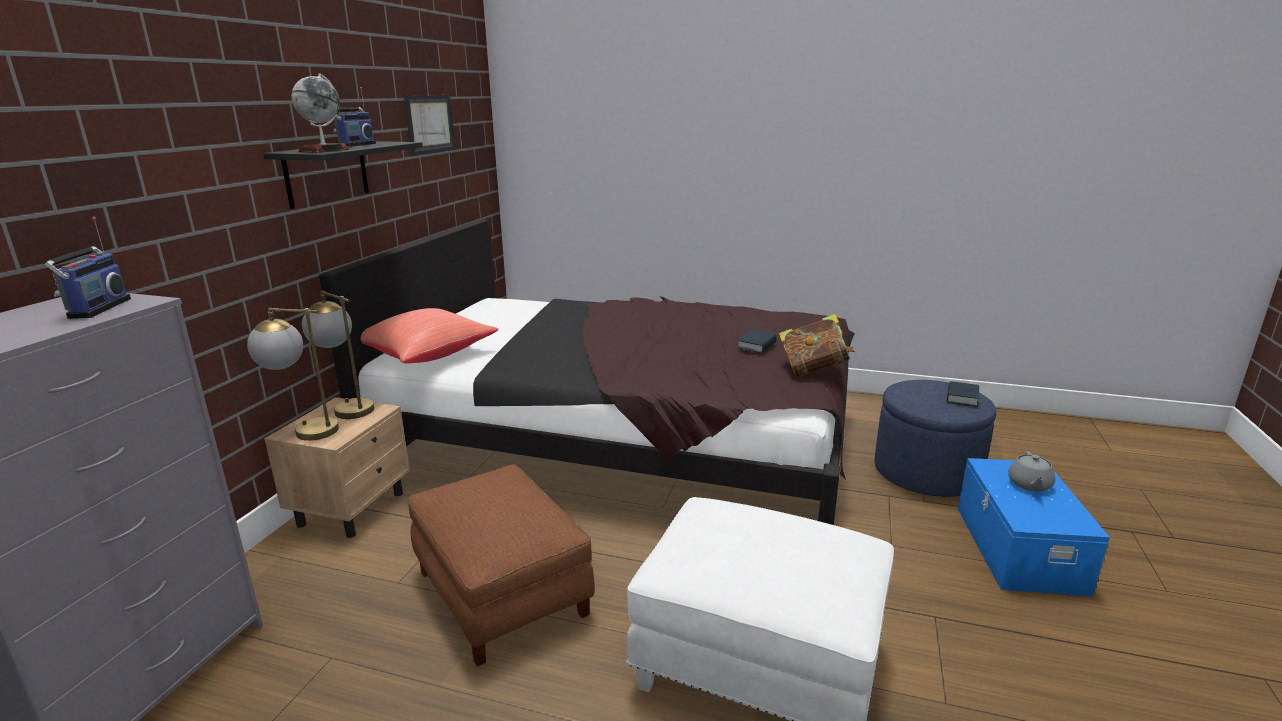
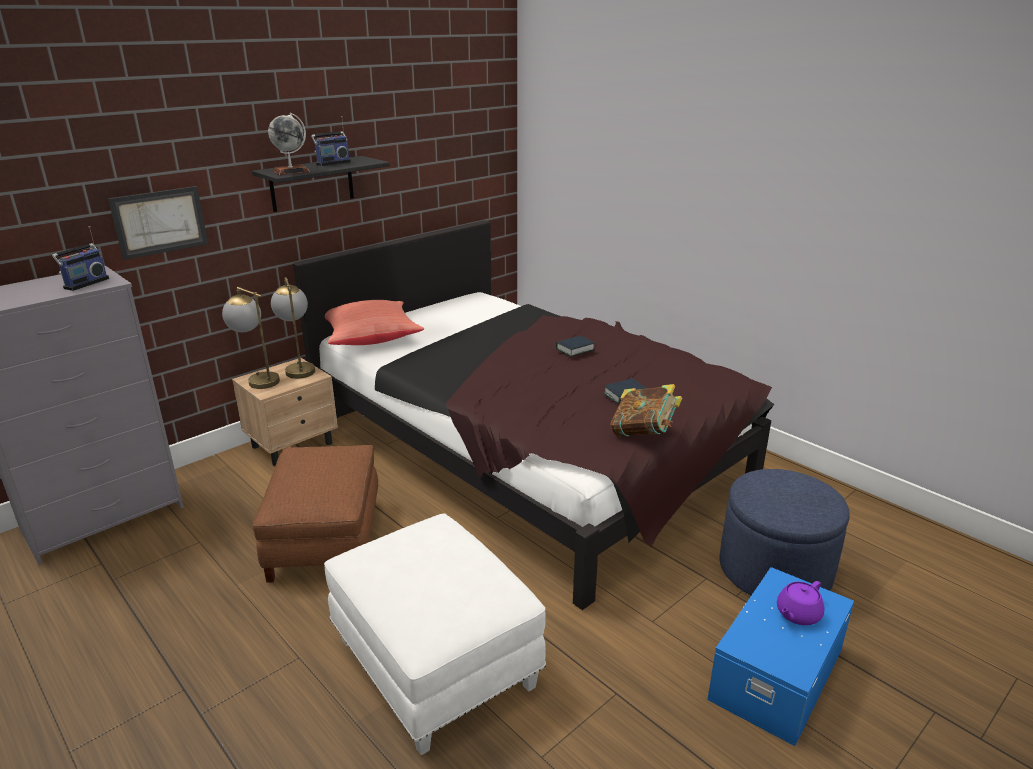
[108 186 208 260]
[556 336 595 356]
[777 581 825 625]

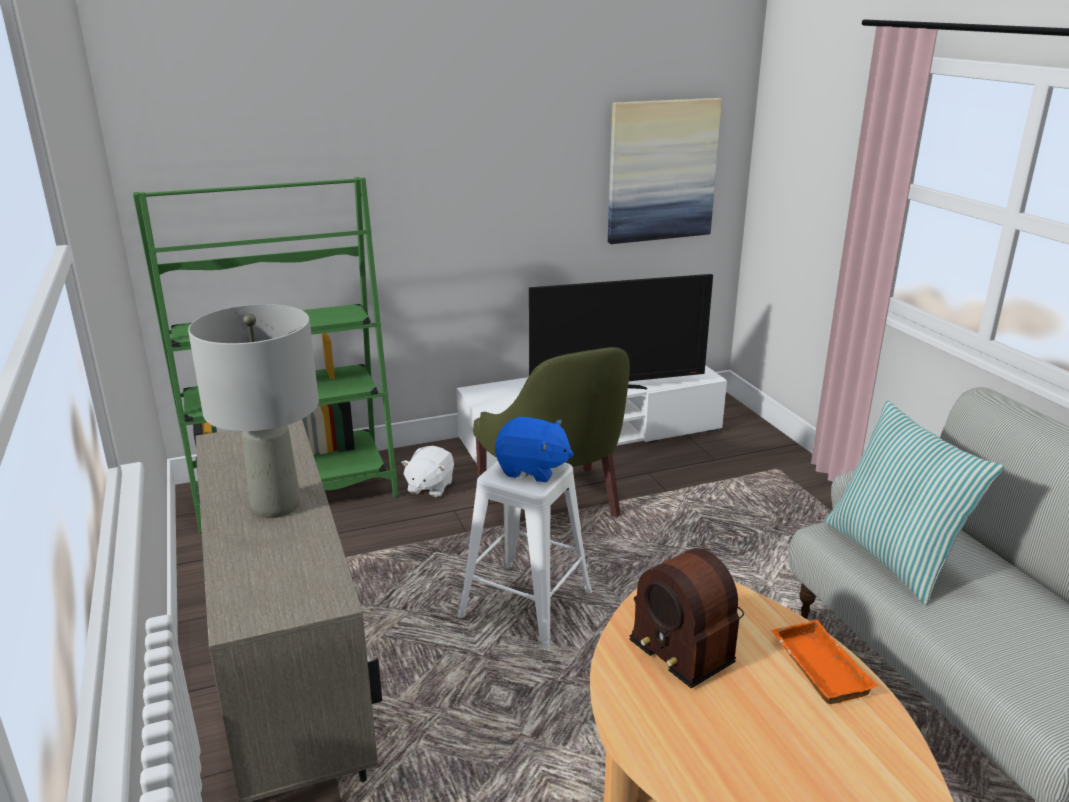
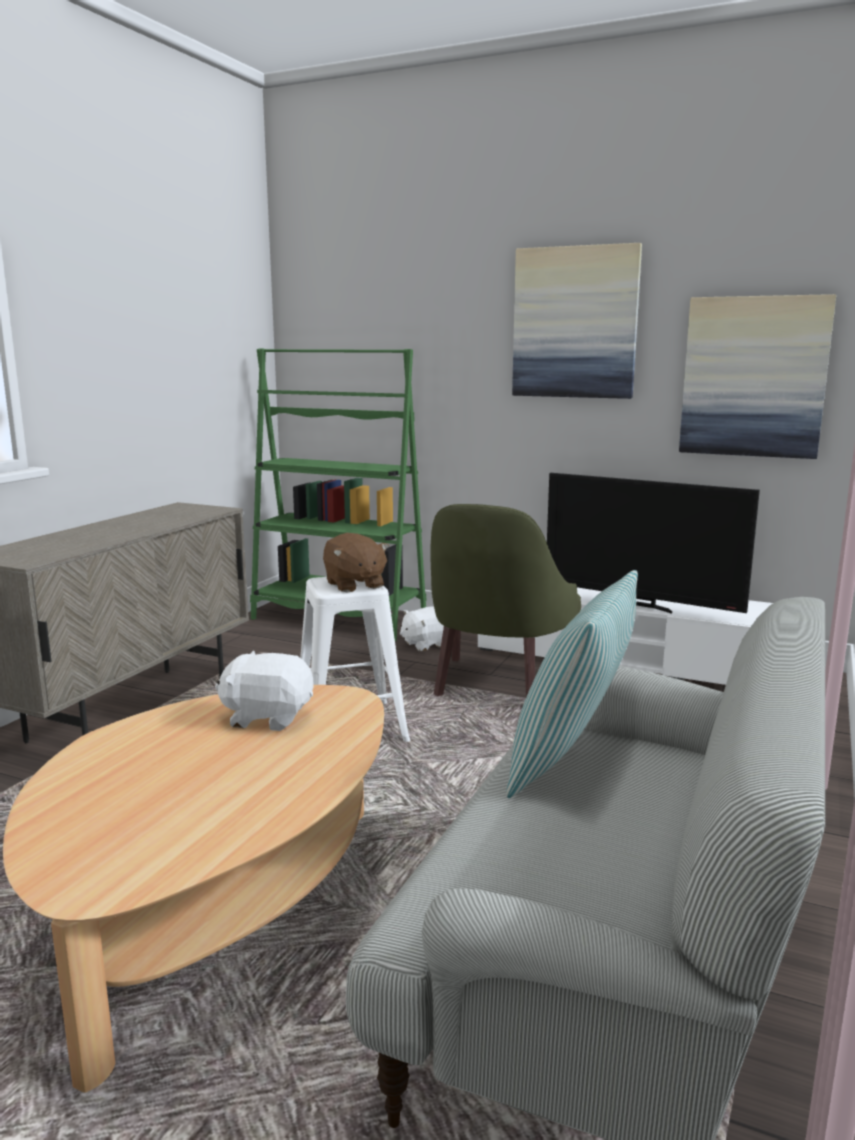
[188 304 319 518] (first image)
[323 533 389 593]
[215 651 314 731]
[771 620 878 704] (first image)
[512 243 642 399]

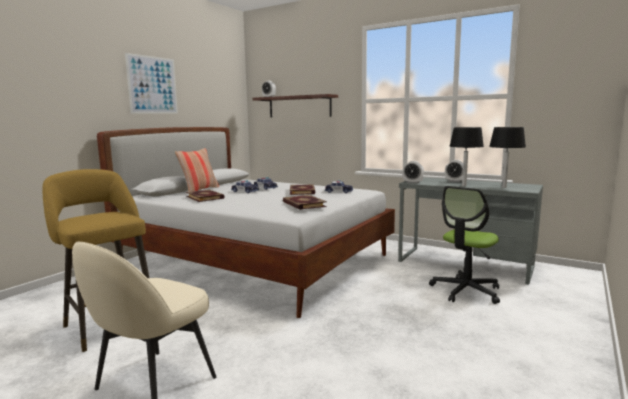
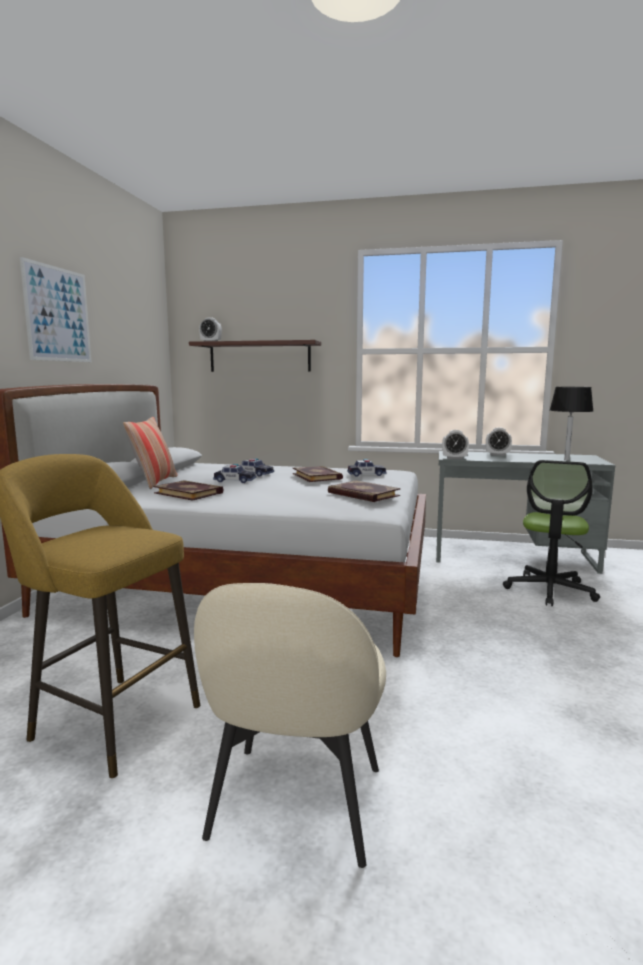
[449 127 484 186] (first image)

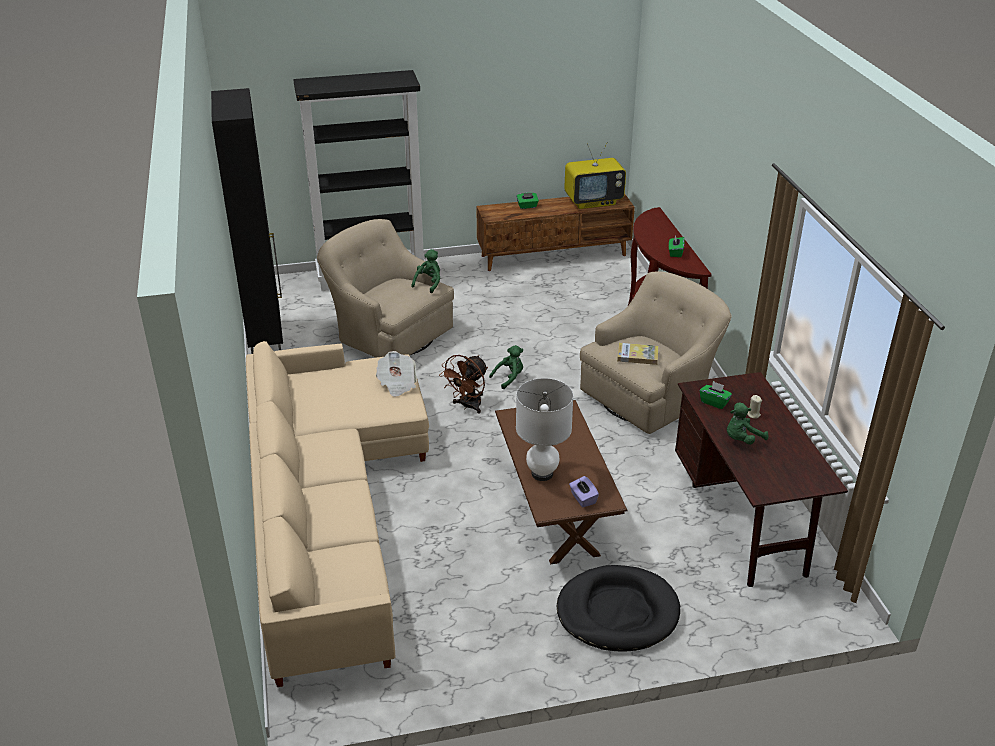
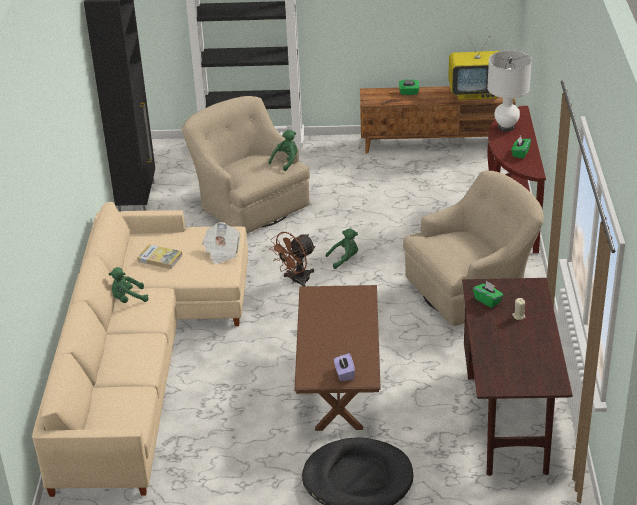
[487 50 532 132]
[137 244 183 269]
[109 267 149 303]

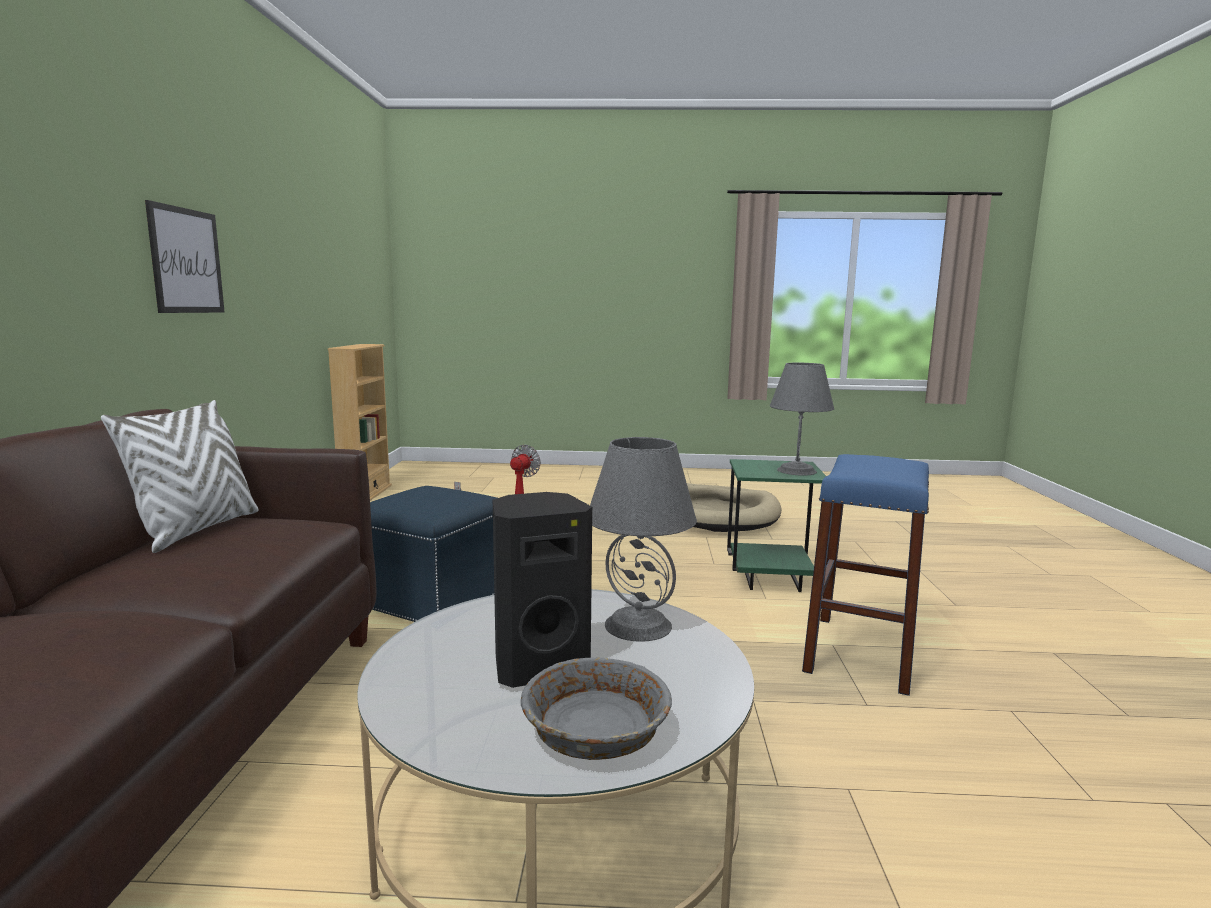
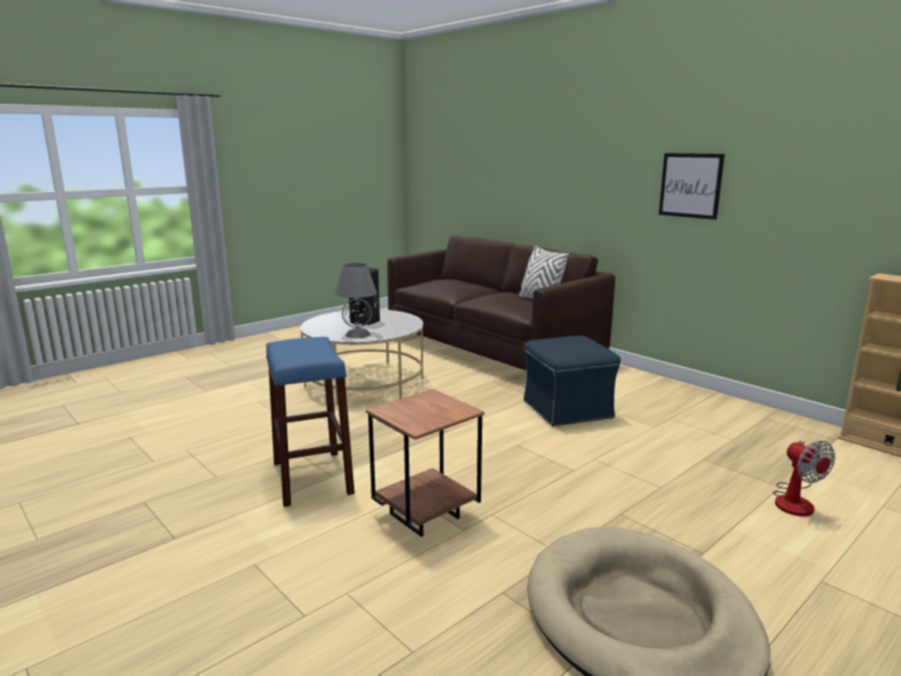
[521 657 672 760] (first image)
[366 389 485 537]
[770 363 834 476] (first image)

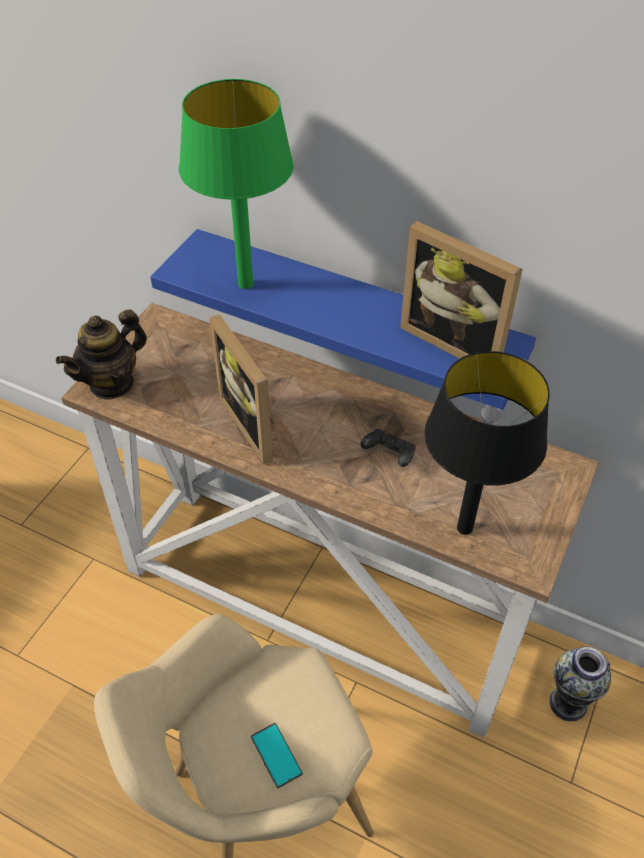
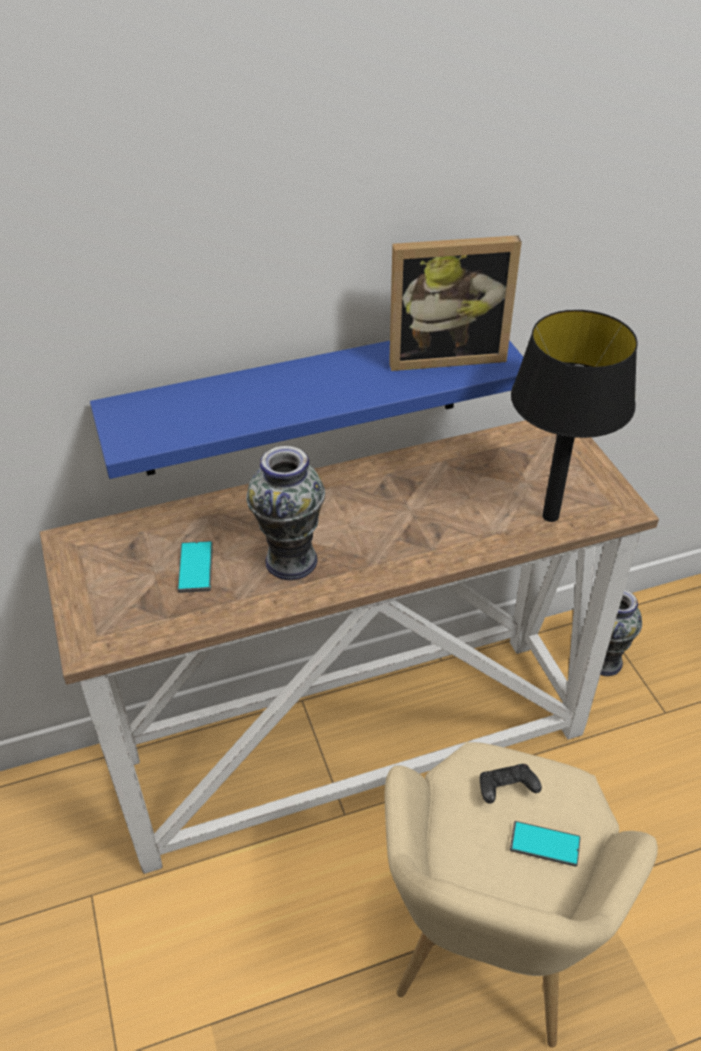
[56 309 147 400] (first image)
[179 79 294 289] (first image)
[246 446 325 580]
[480 764 542 804]
[177 541 213 593]

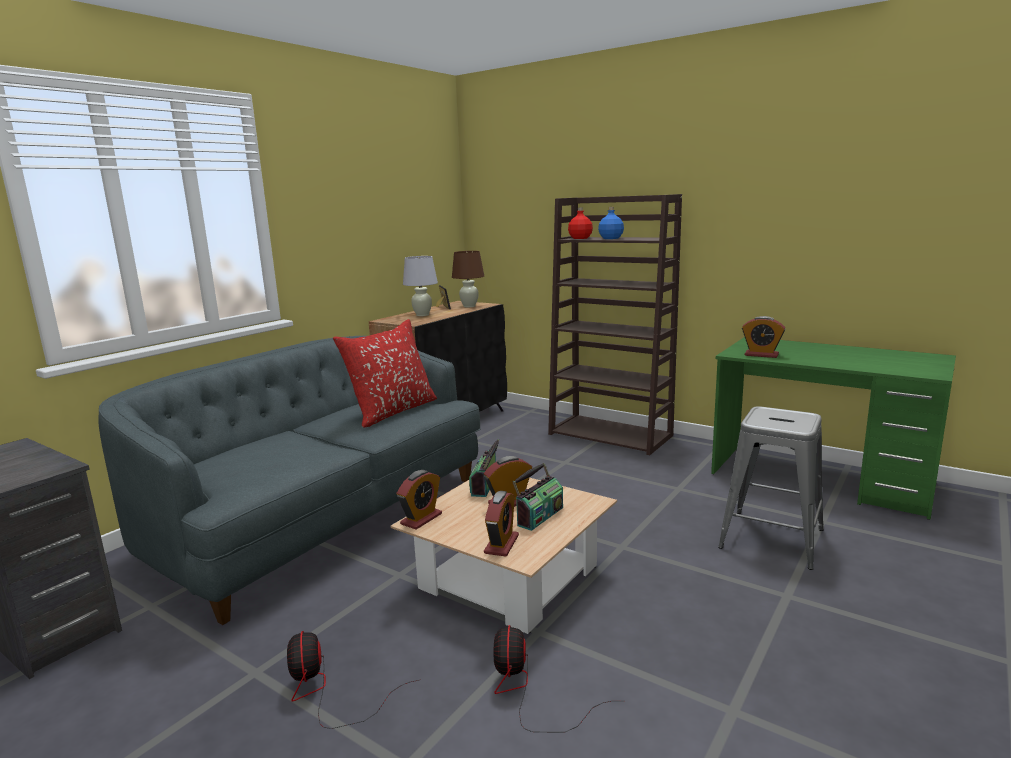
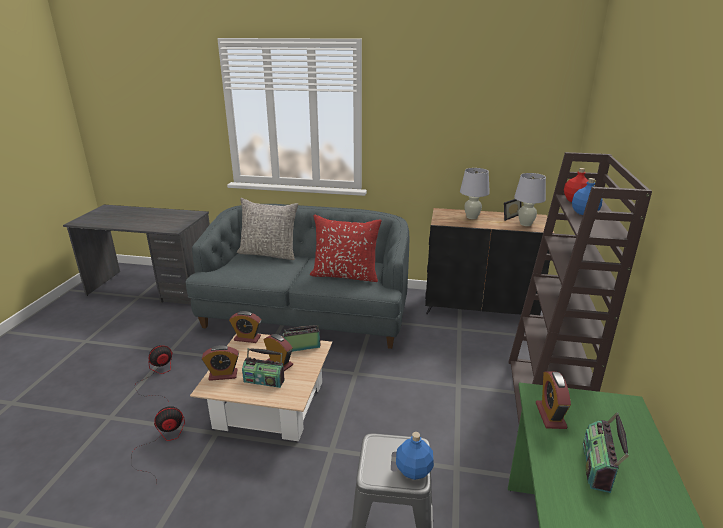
[514 173 546 226]
[237 198 298 260]
[396 432 434 480]
[583 412 629 493]

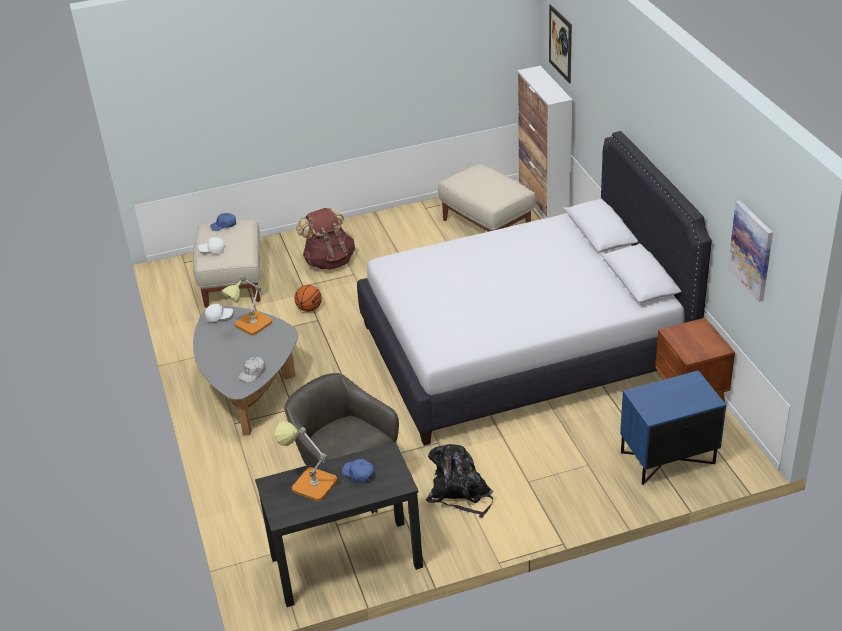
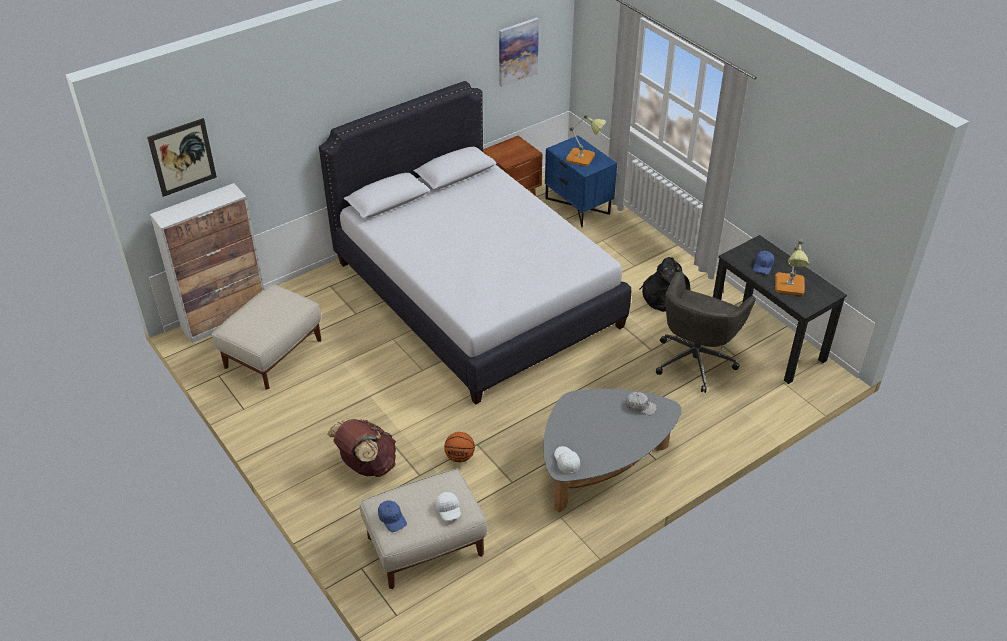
[566 114 606 166]

